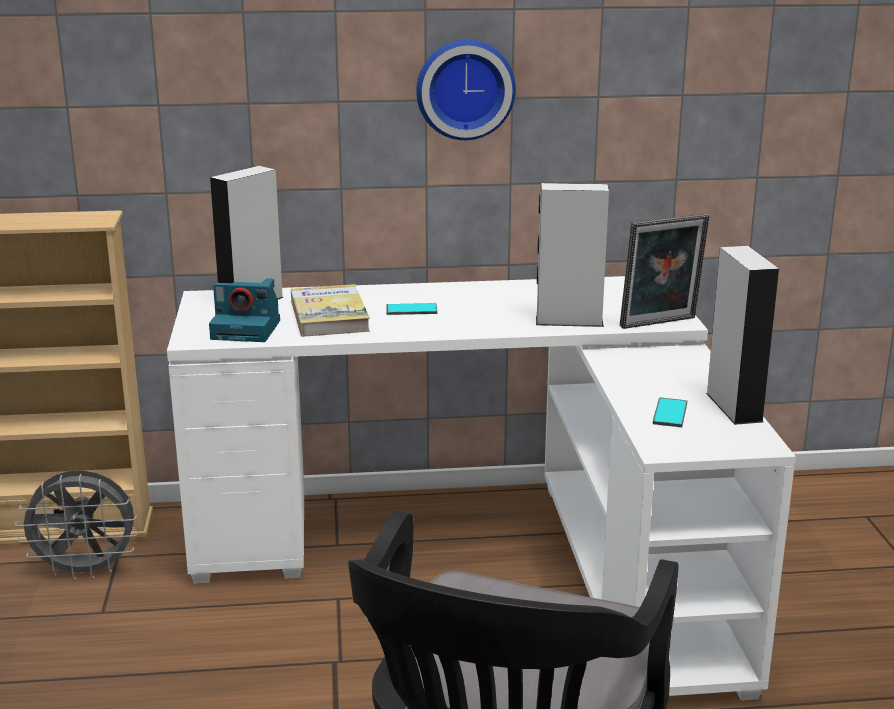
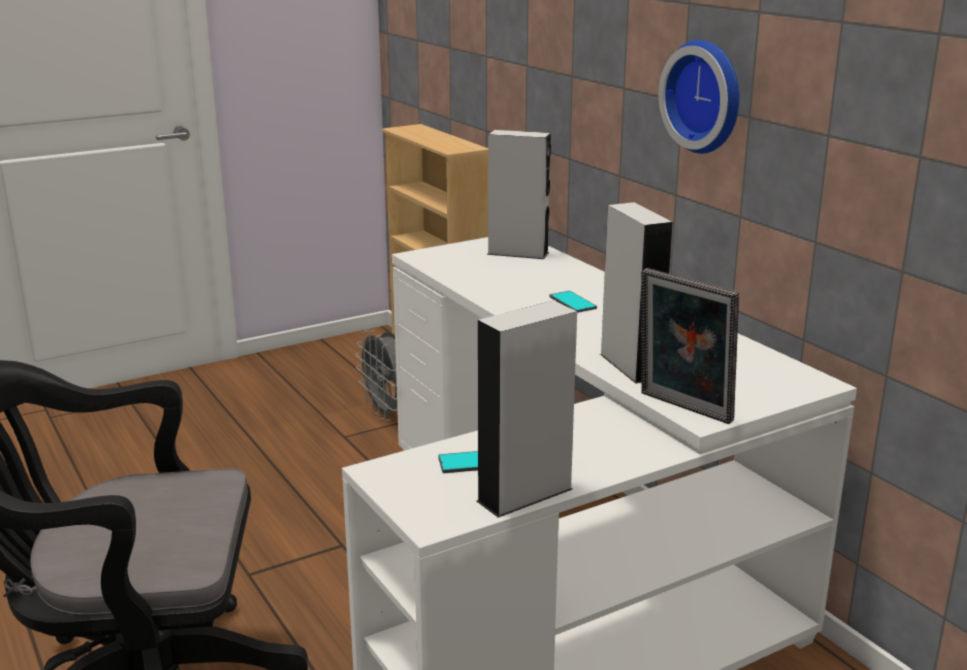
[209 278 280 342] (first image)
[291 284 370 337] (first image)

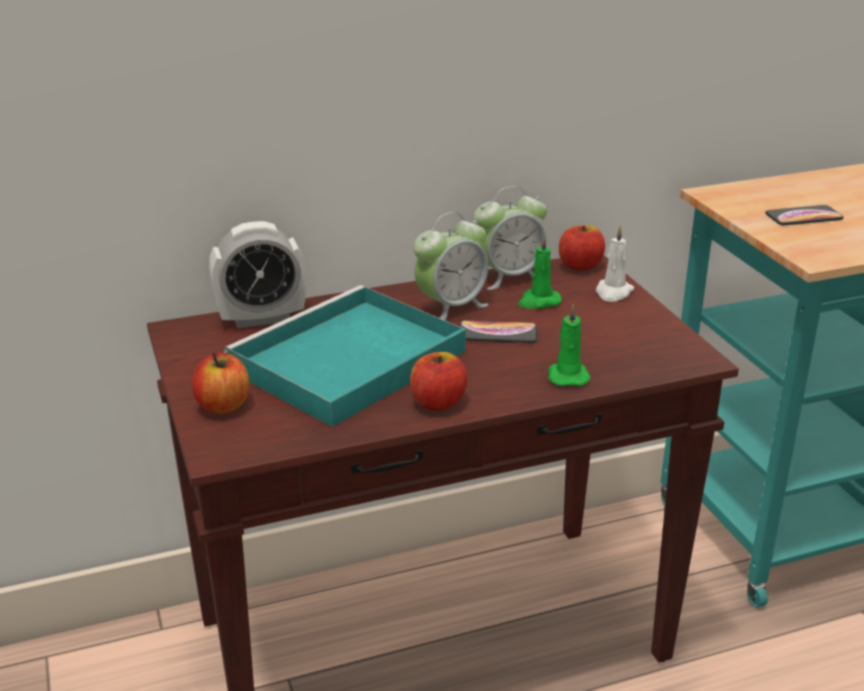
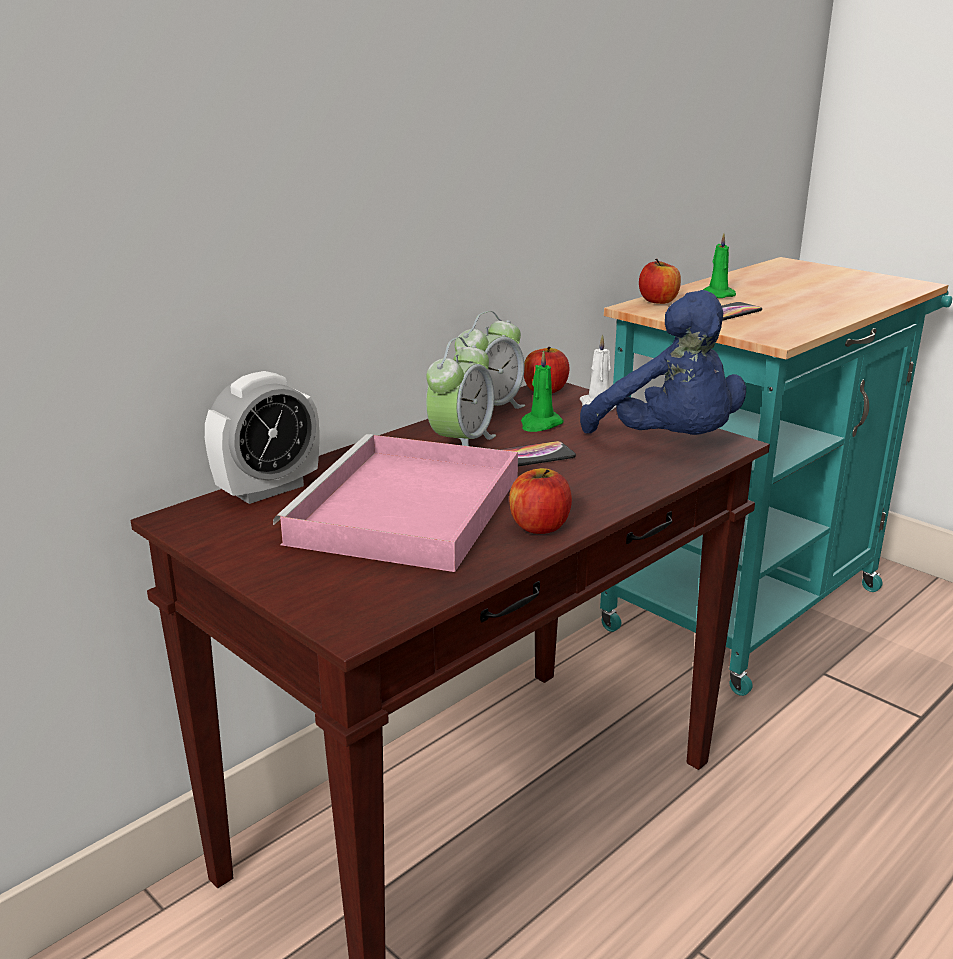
[639 259 681 304]
[273 434 518 572]
[703 233 736 298]
[580 290 746 435]

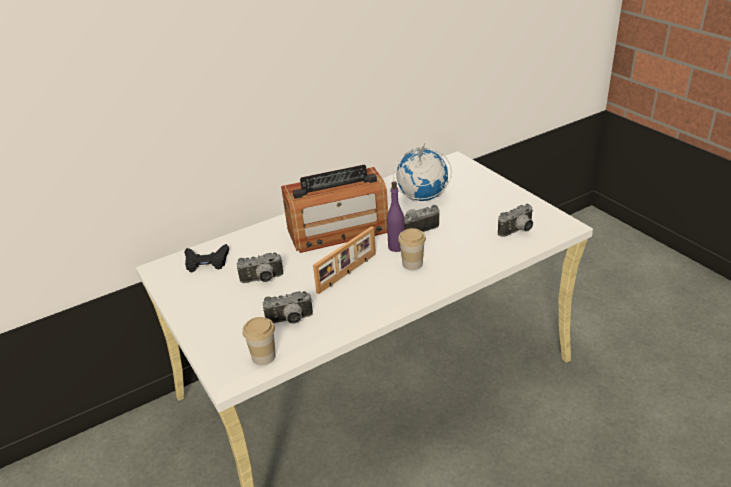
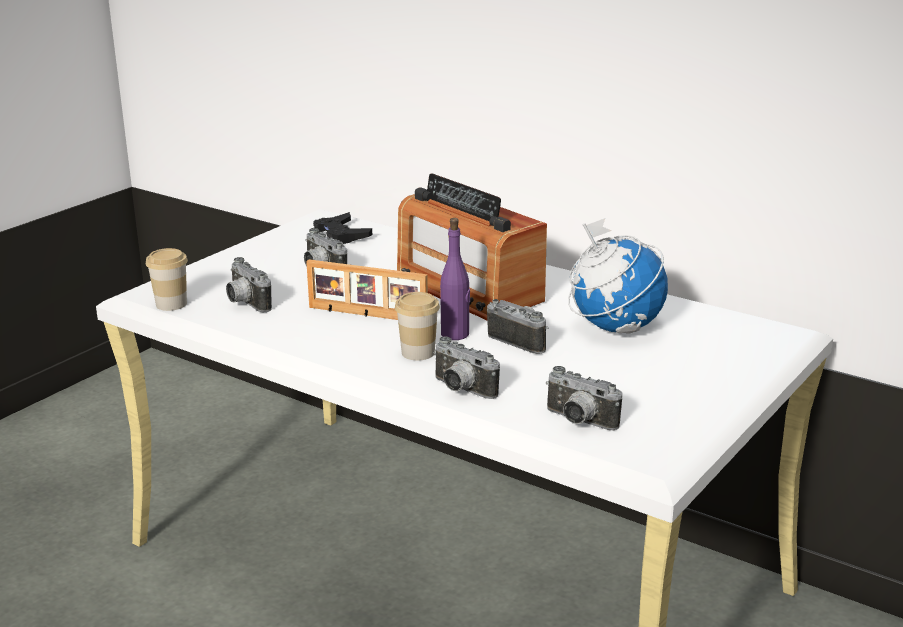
[433 336 500 399]

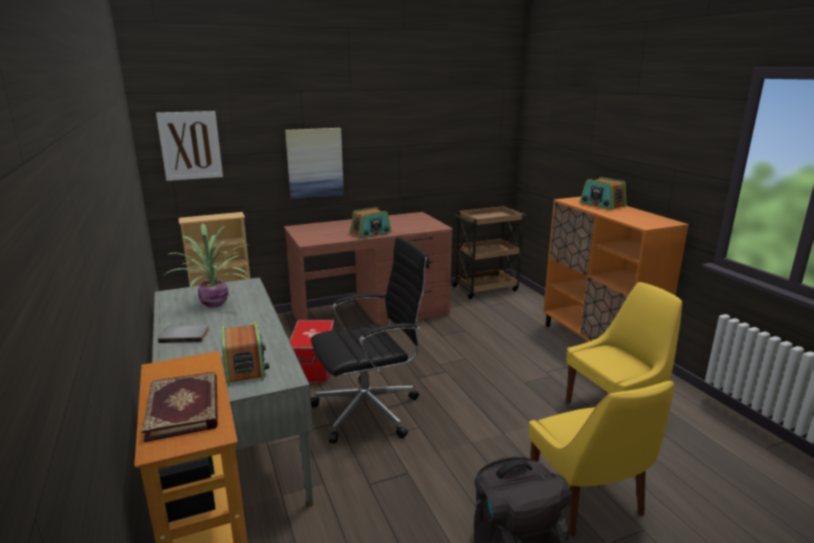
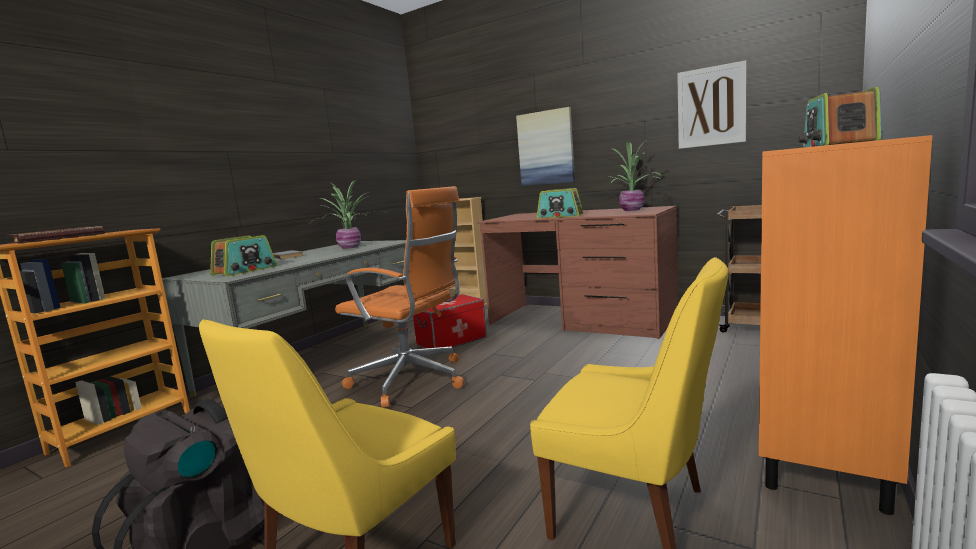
[677 60 747 149]
[335 186 464 408]
[606 141 664 211]

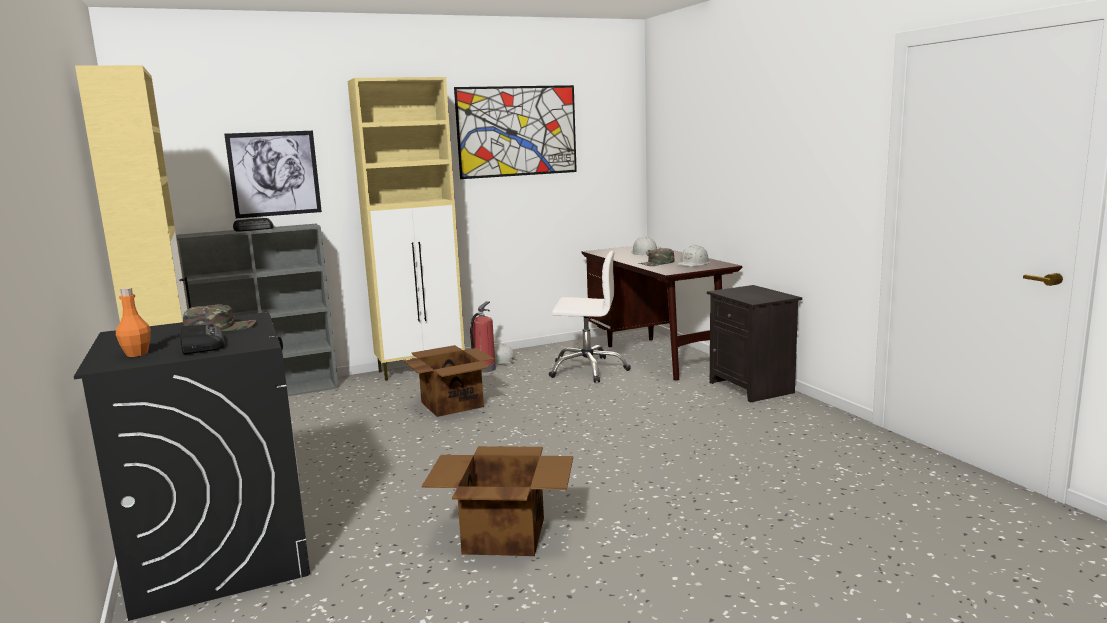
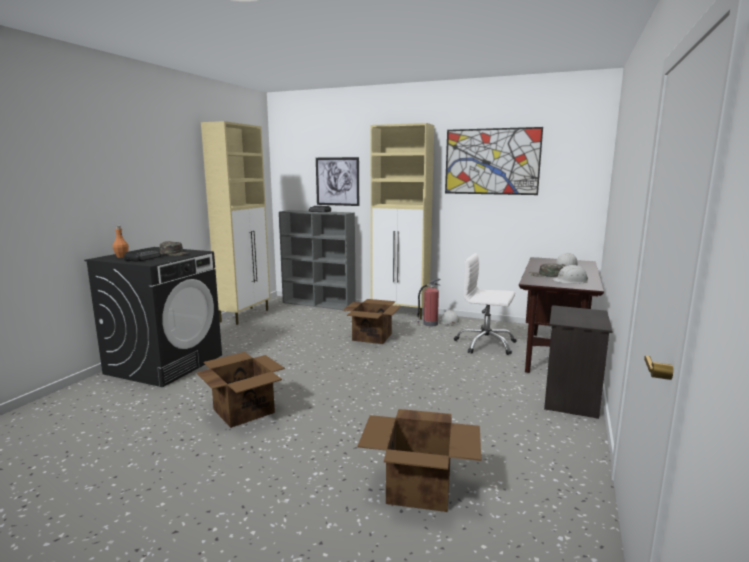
[454 253 517 355]
[358 409 481 512]

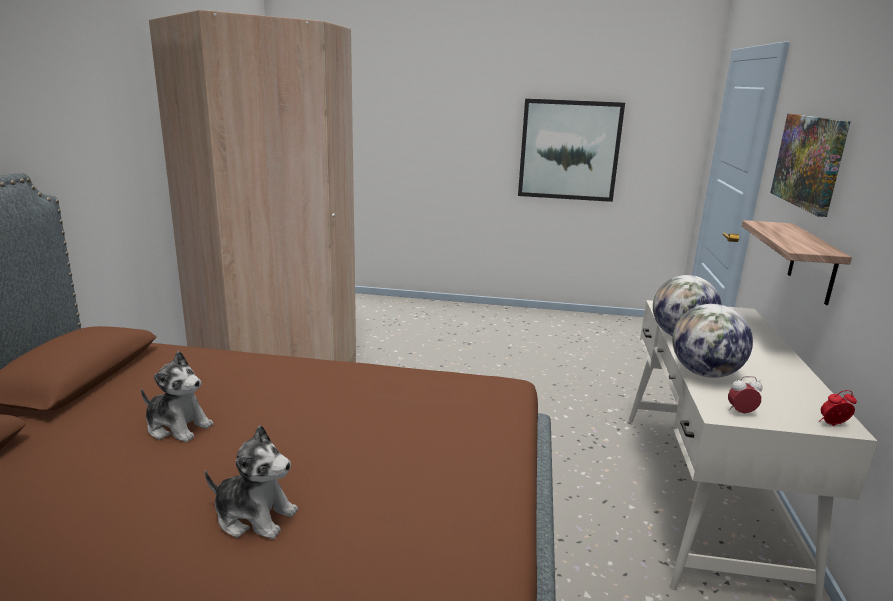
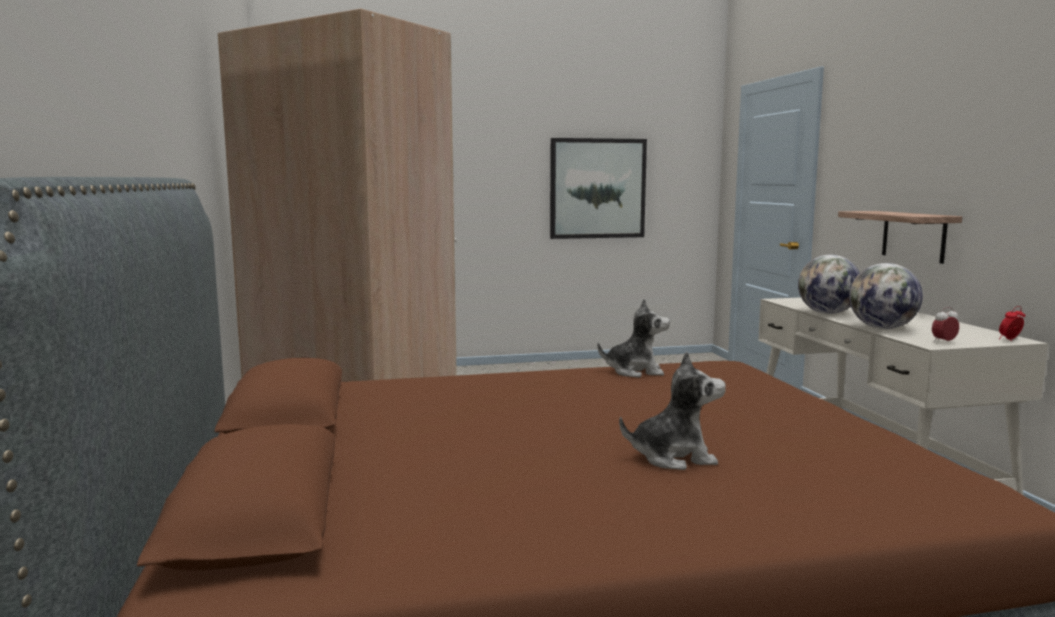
[597 298 670 378]
[770 113 851 217] (first image)

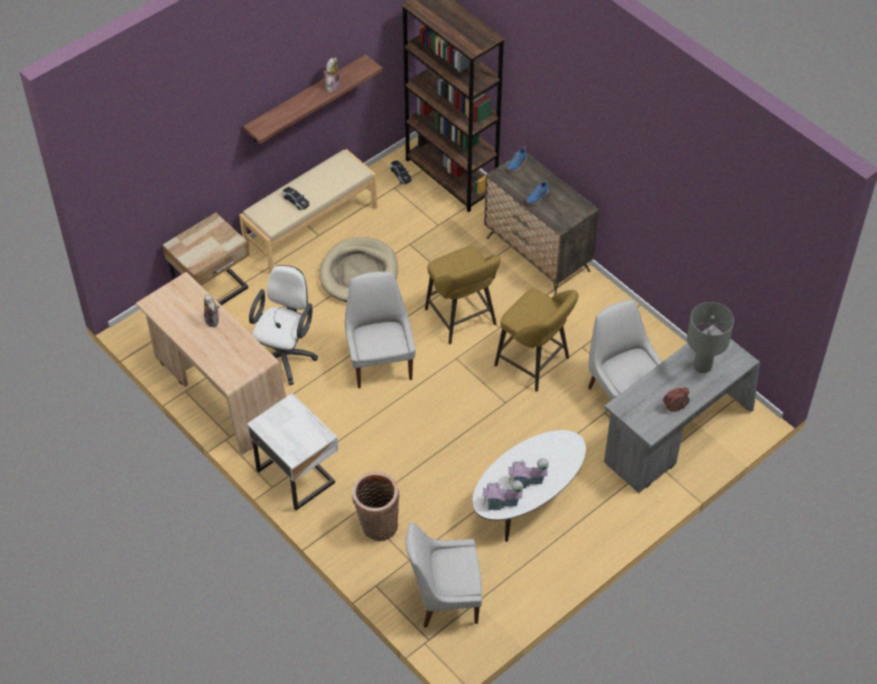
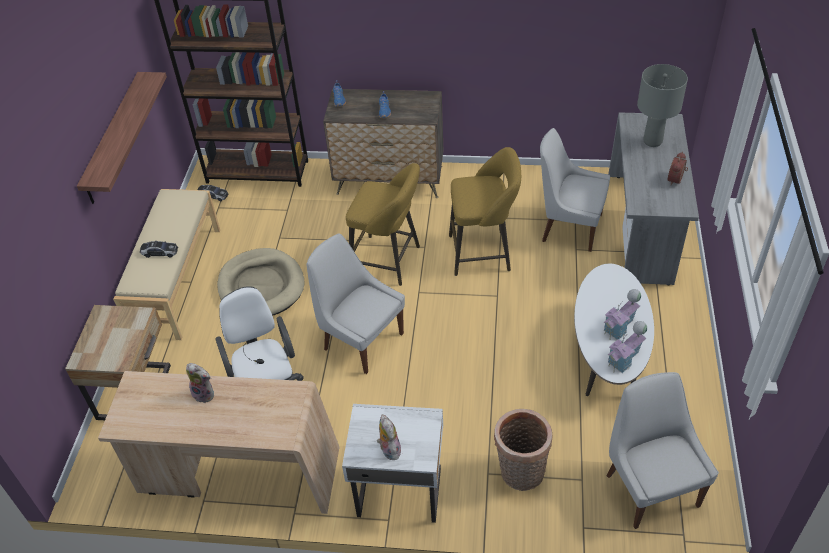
[377 414 401 460]
[607 372 719 529]

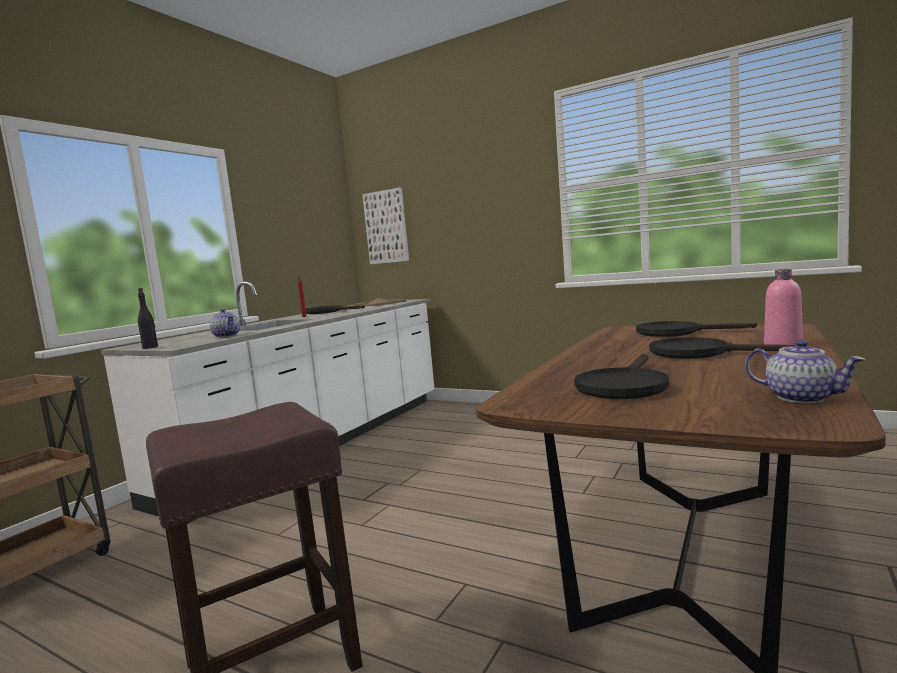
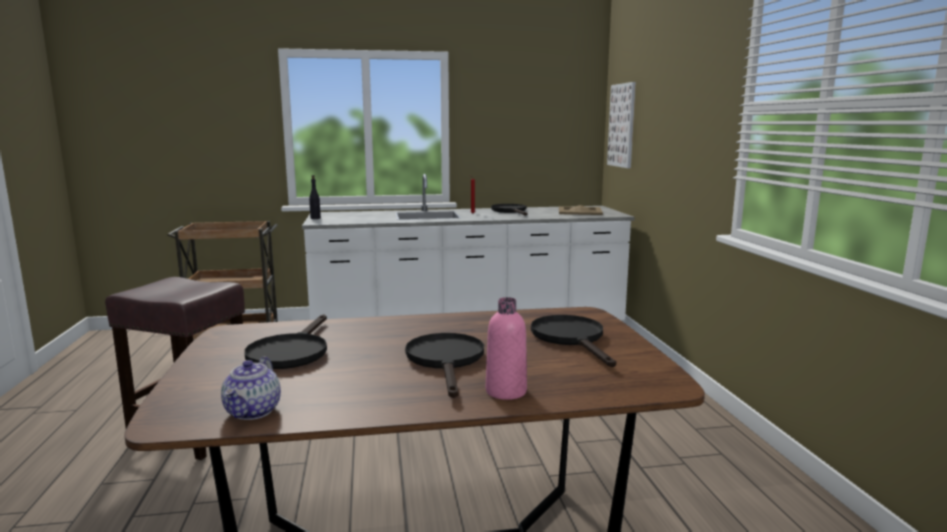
[210 309 240 338] (first image)
[244 314 327 369]

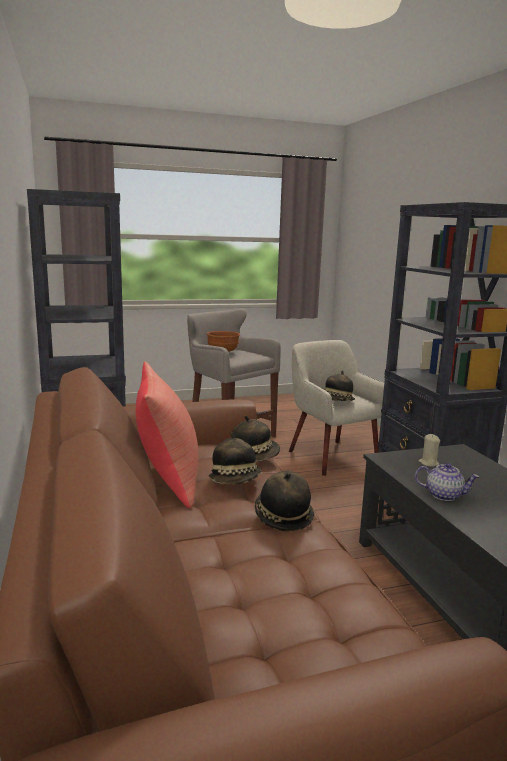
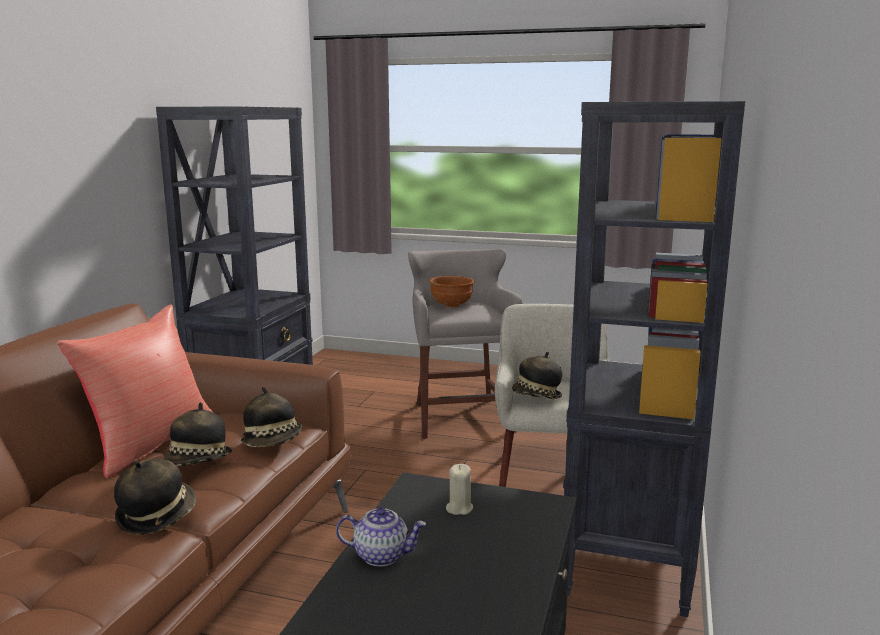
[336 507 426 567]

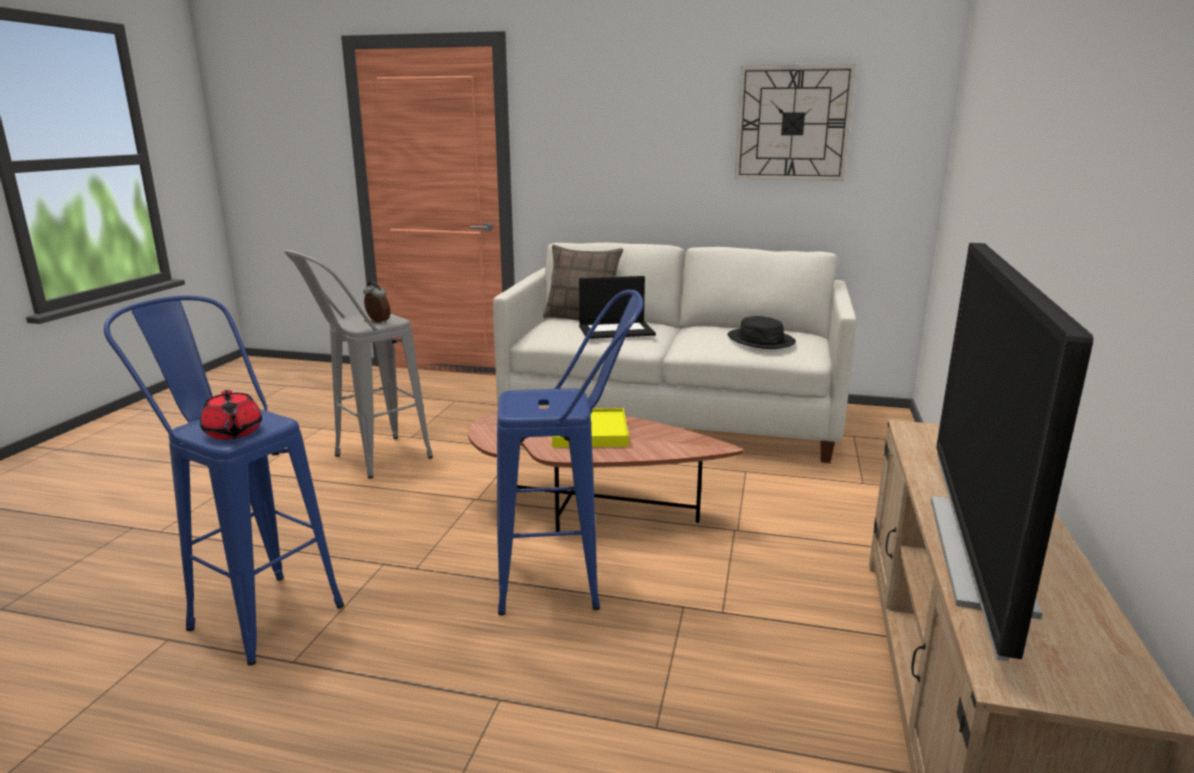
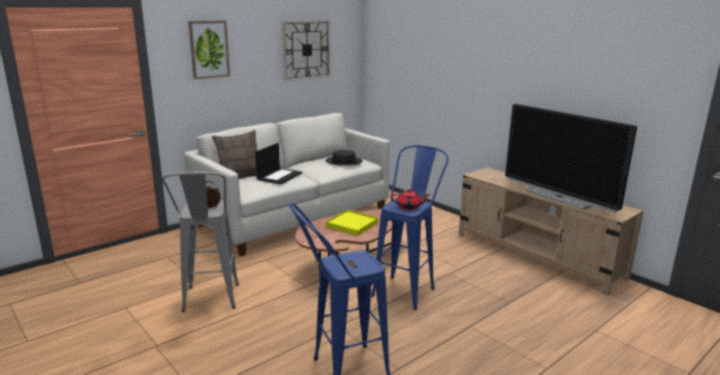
[391 189 430 210]
[188 21 230 79]

